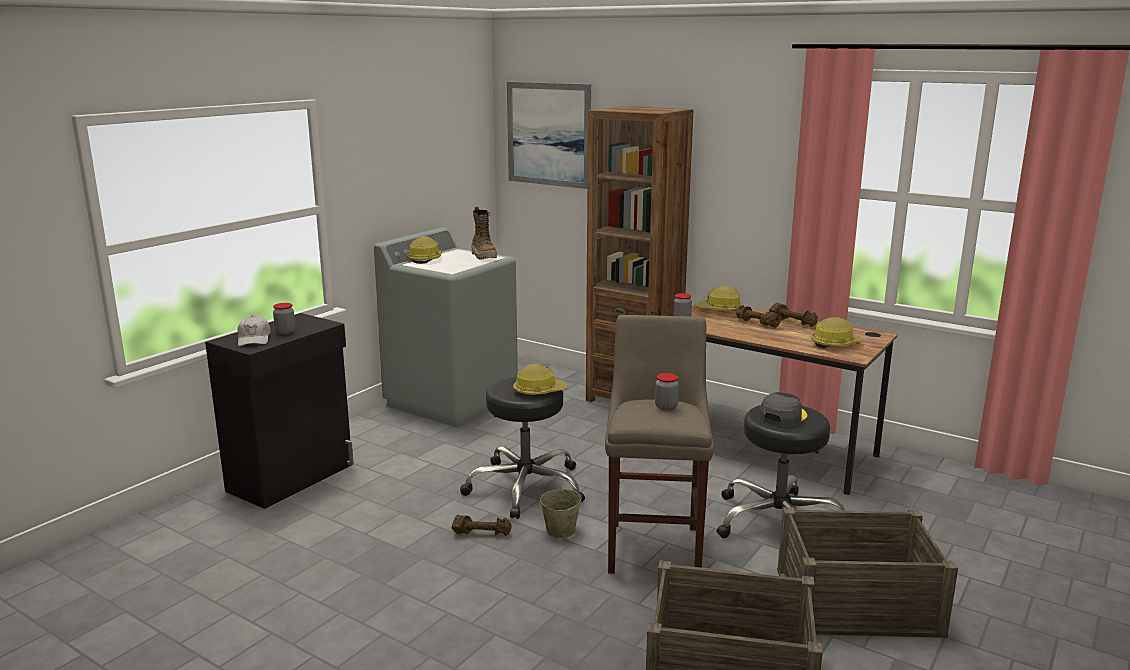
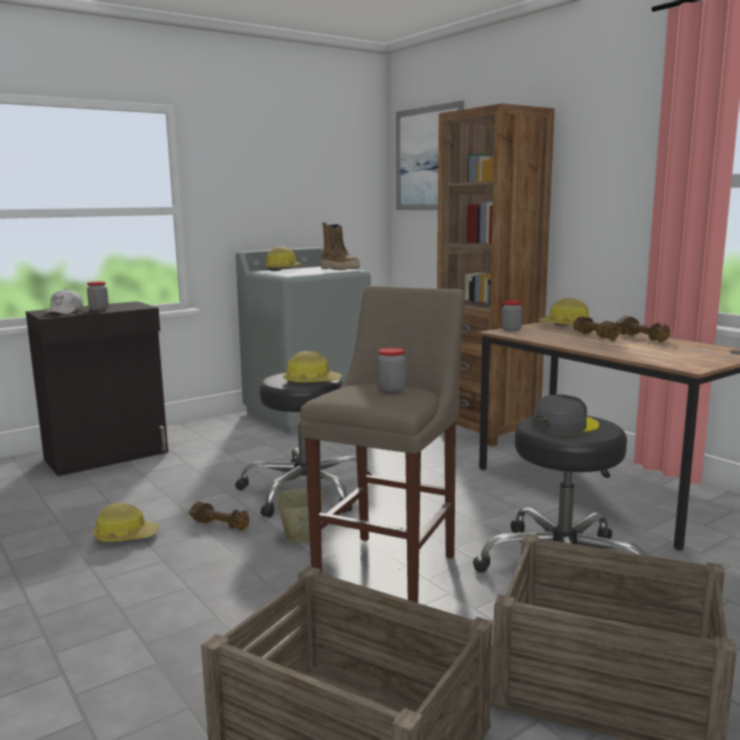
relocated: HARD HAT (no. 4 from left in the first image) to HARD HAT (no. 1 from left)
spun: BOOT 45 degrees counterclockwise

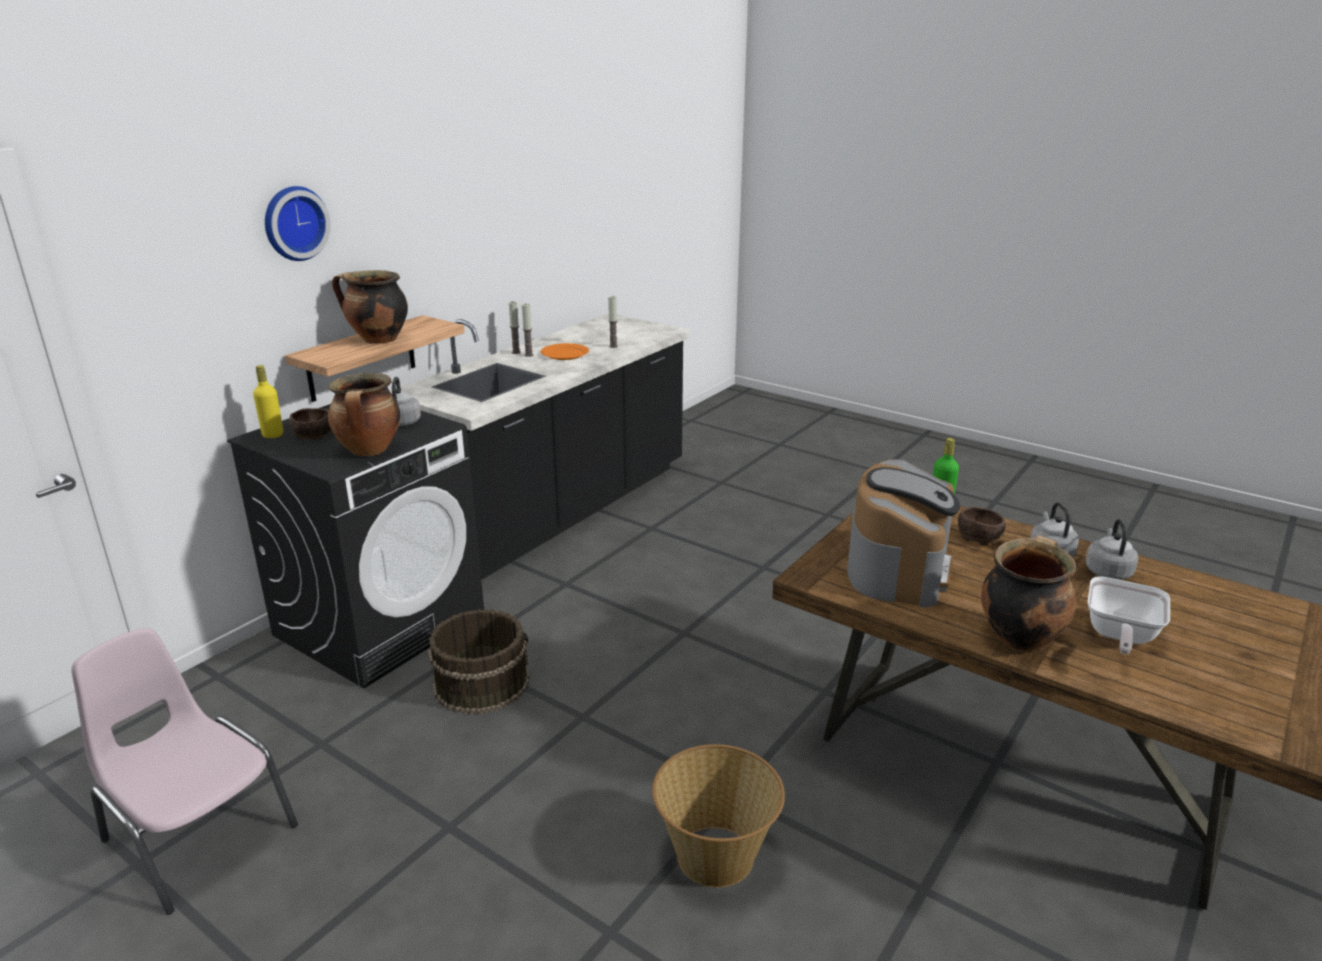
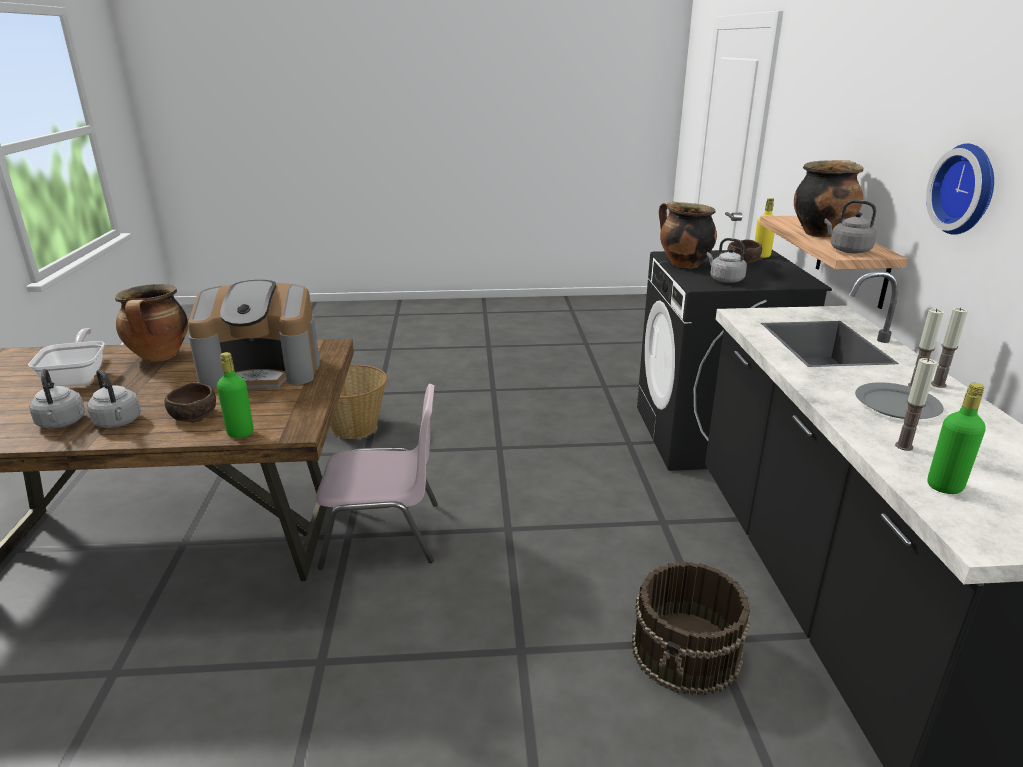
appeared: GREY KETTLE (no. 4 from left); GREEN BOTTLE (no. 2 from left)
relocated: PINK CHAIR; WALL CLOCK; BROWN BUCKET
colour: ORANGE PLATE to GREY PLATE
spun: COFFEE MACHINE 75 degrees counterclockwise

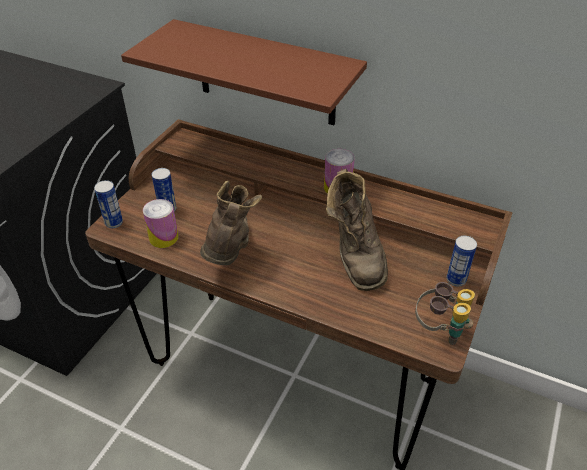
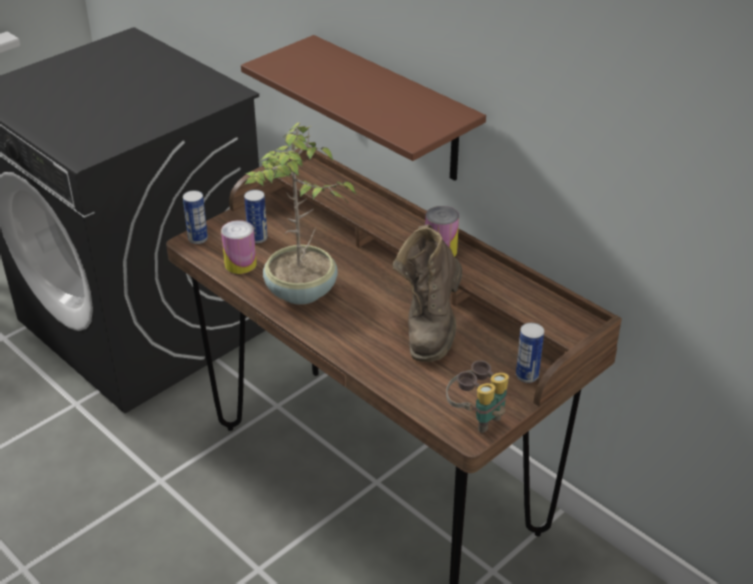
exchanged: BROWN BOOT (no. 1 from left) to POTTED PLANT

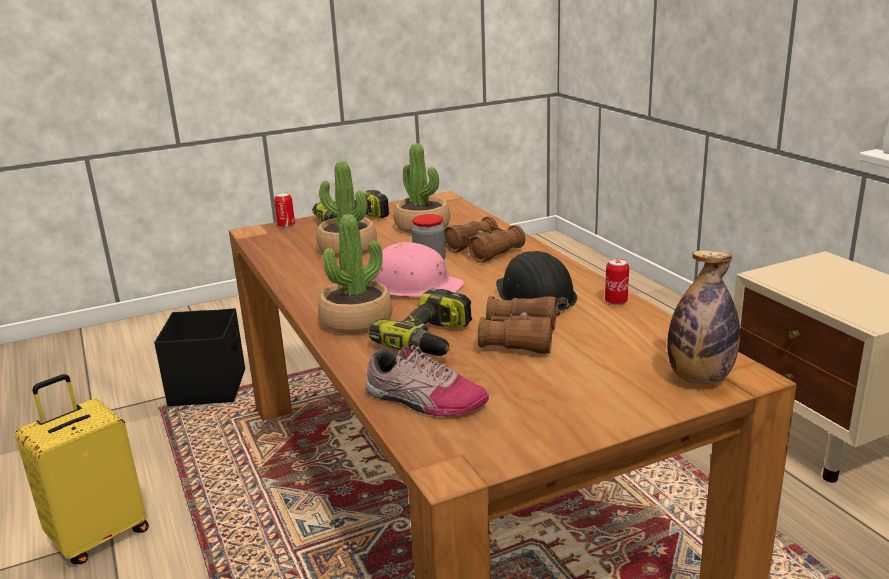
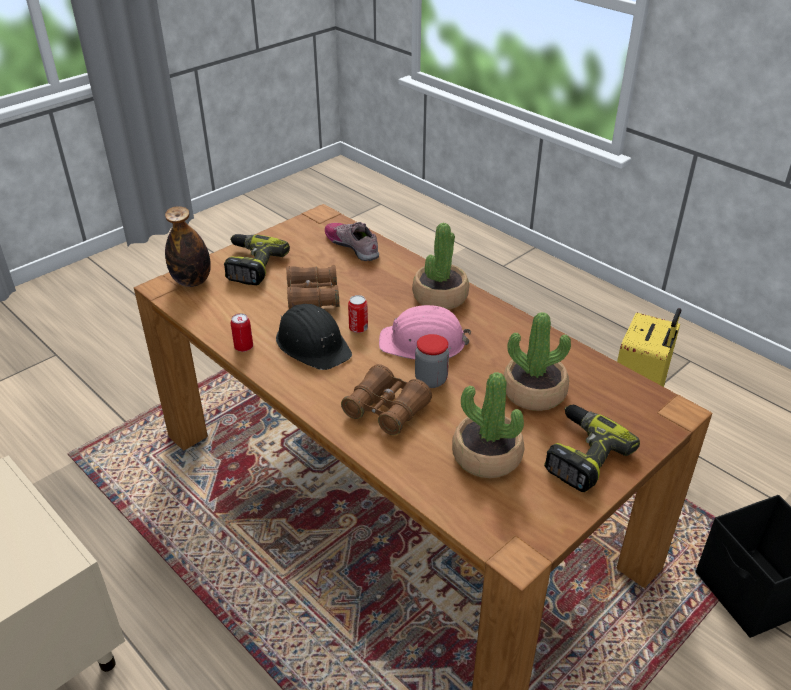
relocated: CAN (no. 1 from left in the first image) to CAN (no. 2 from left); POWER DRILL (no. 2 from left in the first image) to POWER DRILL (no. 1 from left)
spun: SHOE 45 degrees clockwise

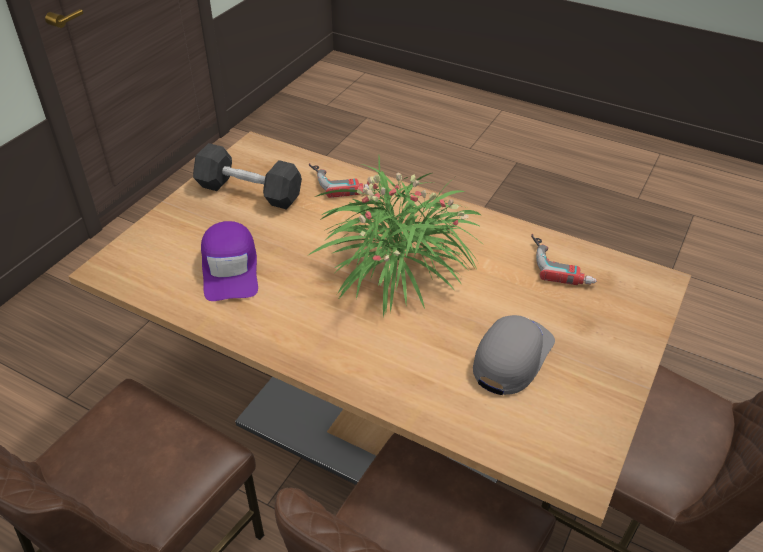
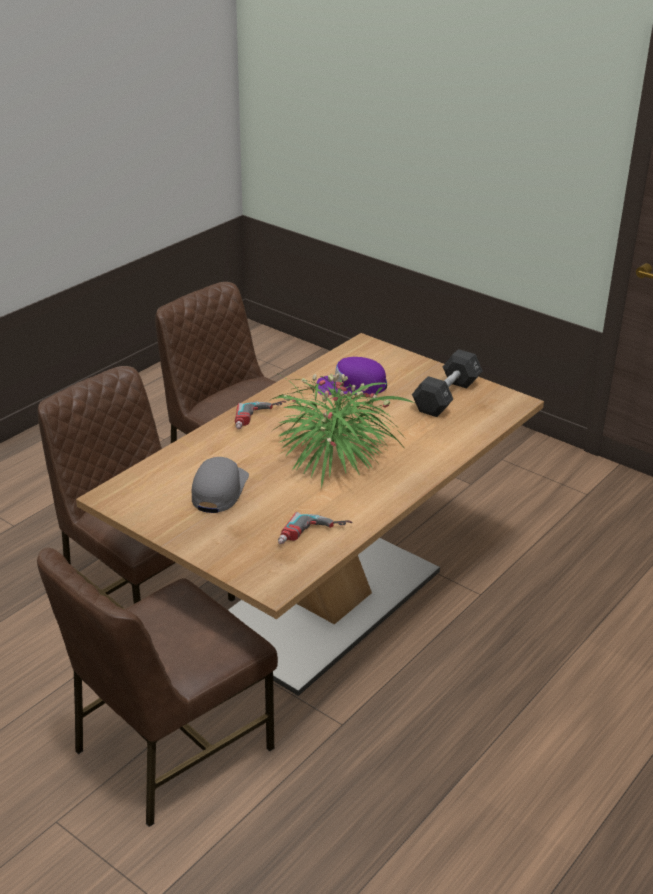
relocated: POWER DRILL (no. 1 from left)
spun: GREY CAP 120 degrees counterclockwise

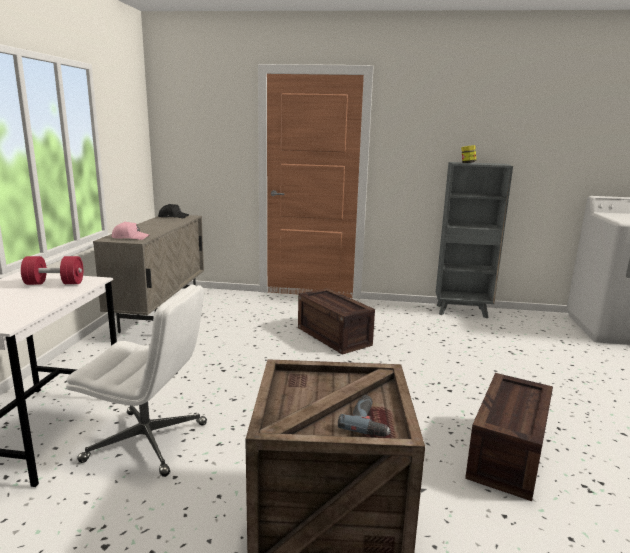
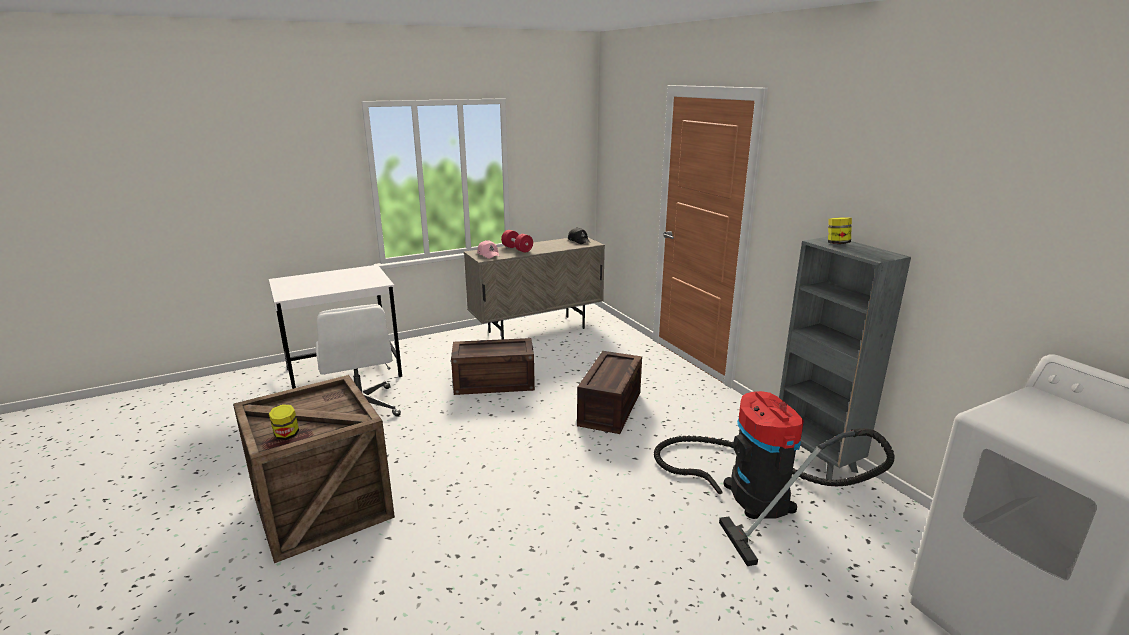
appeared: VACUUM CLEANER
relocated: RED DUMBBELL; CRATE (no. 3 from left in the first image) to CRATE (no. 2 from left)
exchanged: POWER DRILL to JAR (no. 1 from left)

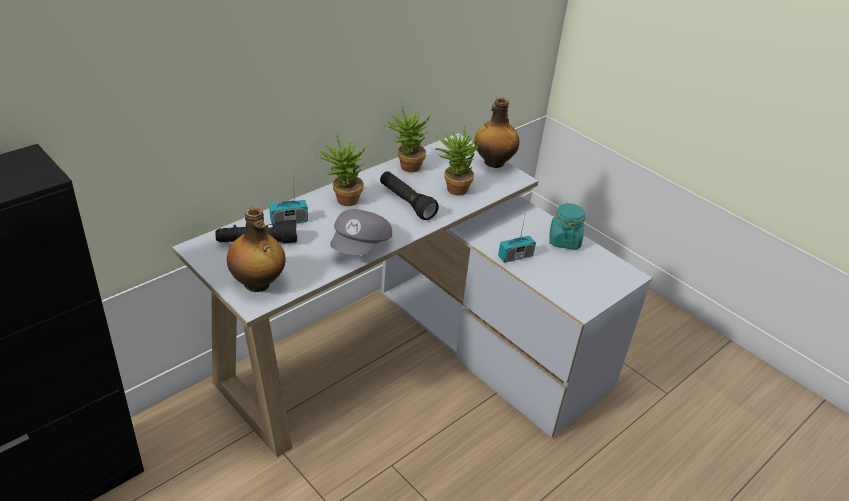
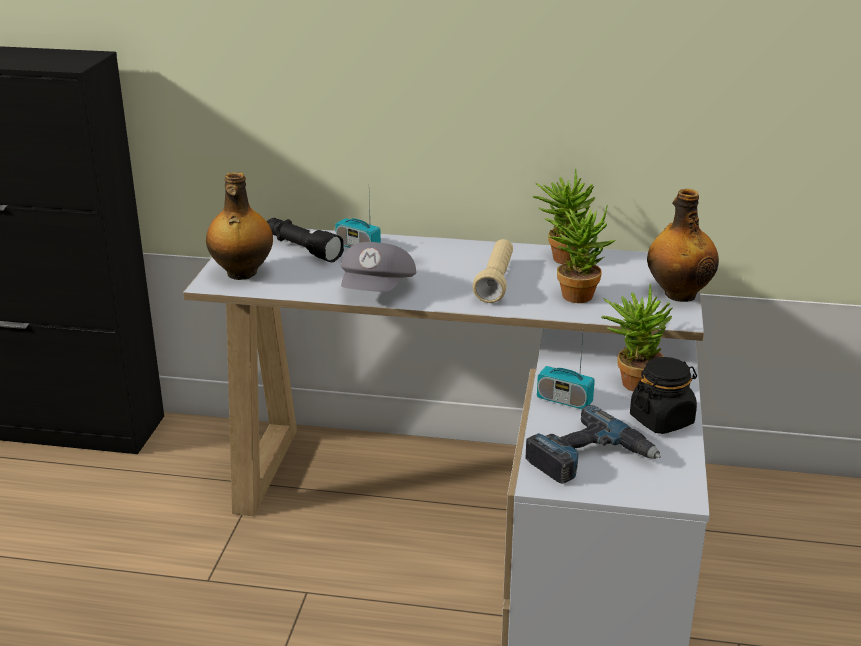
appeared: POWER DRILL
relocated: POTTED PLANT (no. 1 from left in the first image) to POTTED PLANT (no. 3 from left)
colour: BLACK FLASHLIGHT (no. 2 from left) to BEIGE FLASHLIGHT; TURQUOISE JAR to BLACK JAR
spun: GREY CAP 60 degrees counterclockwise

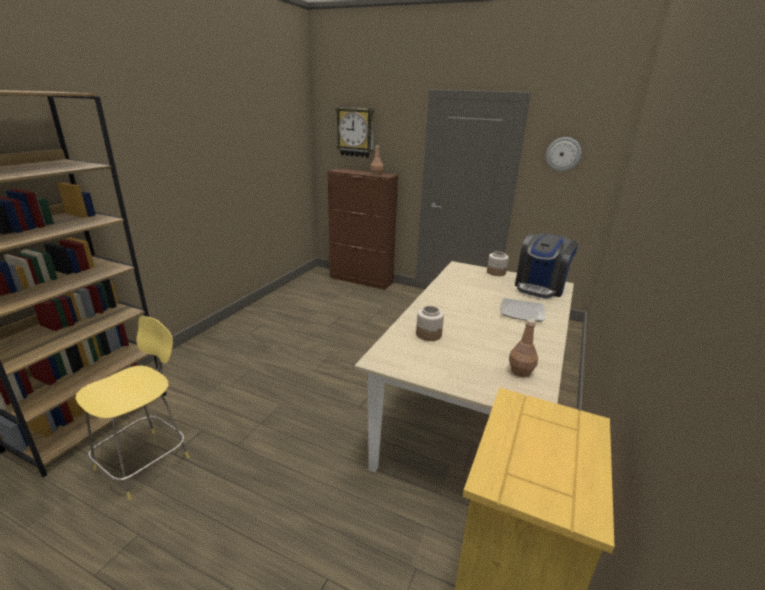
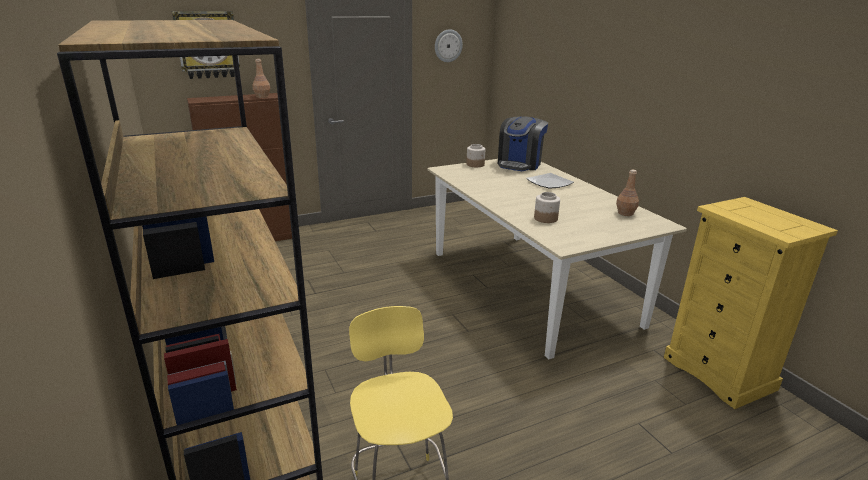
spun: COFFEE MACHINE 45 degrees clockwise

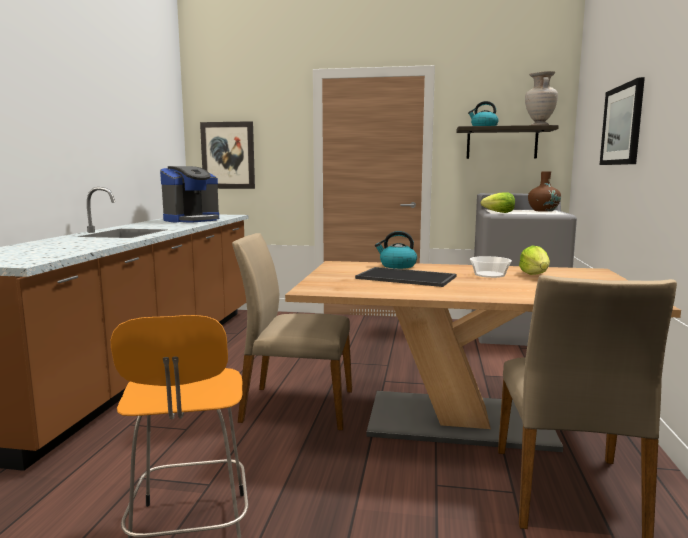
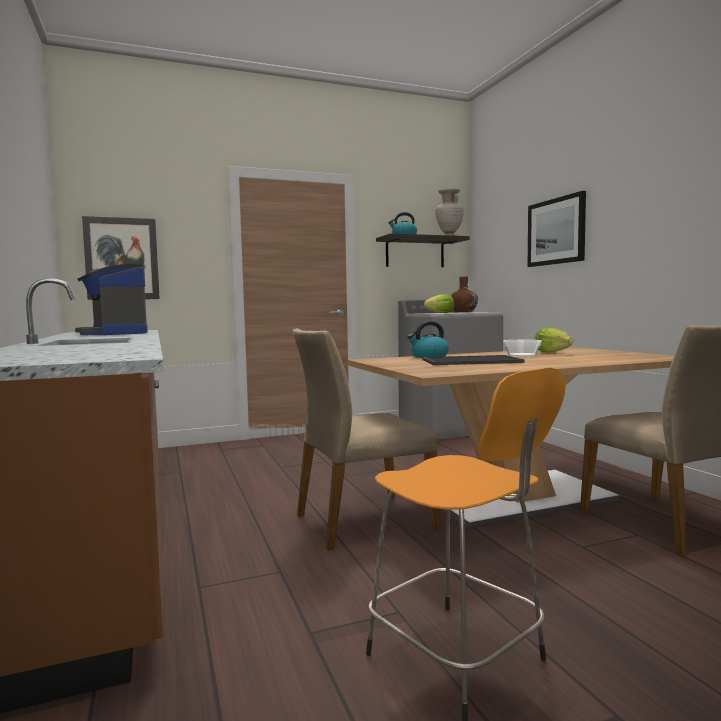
spun: COFFEE MACHINE 135 degrees clockwise

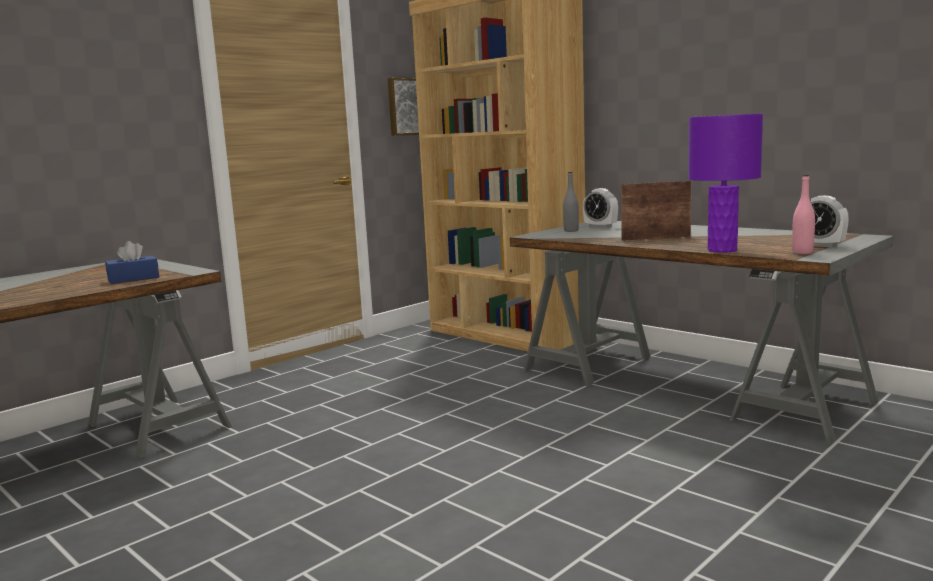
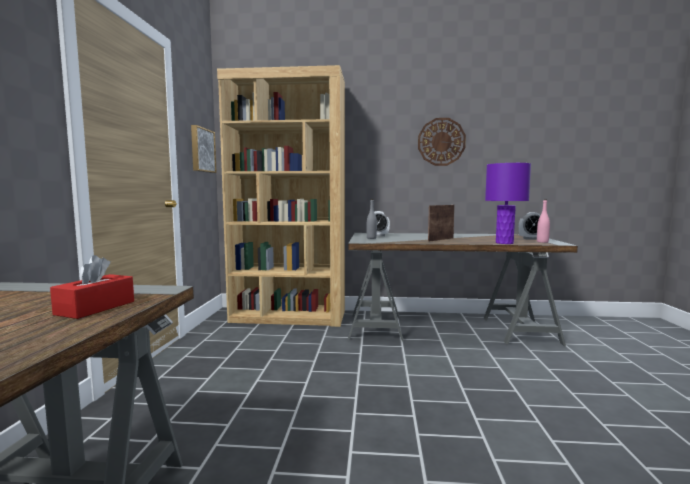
appeared: WALL CLOCK
colour: BLUE TISSUE BOX to RED TISSUE BOX

